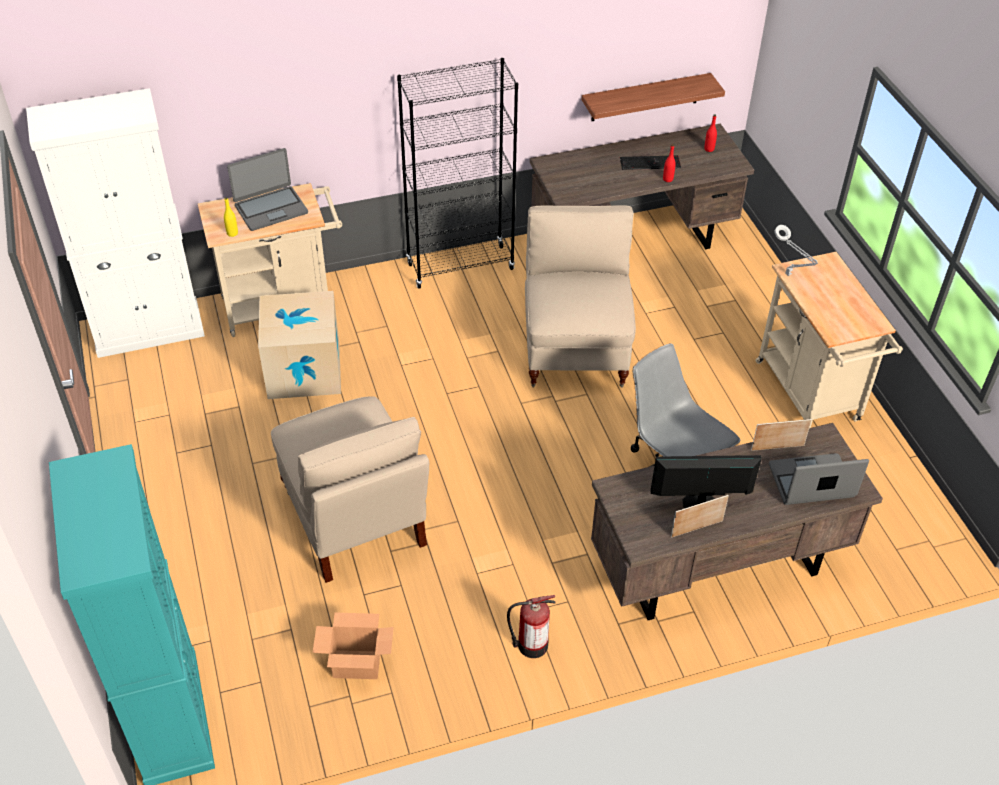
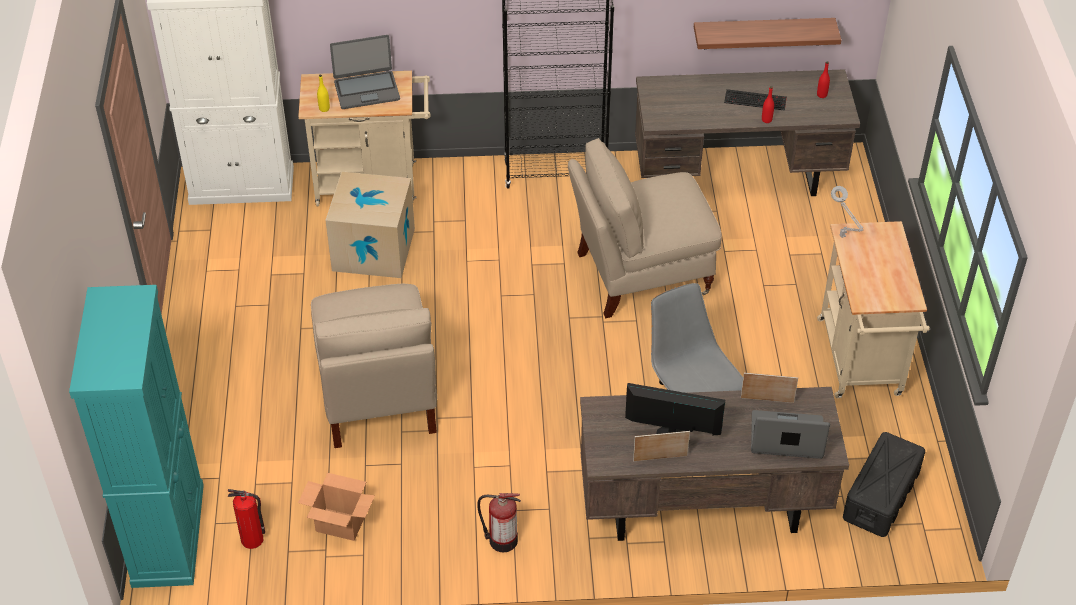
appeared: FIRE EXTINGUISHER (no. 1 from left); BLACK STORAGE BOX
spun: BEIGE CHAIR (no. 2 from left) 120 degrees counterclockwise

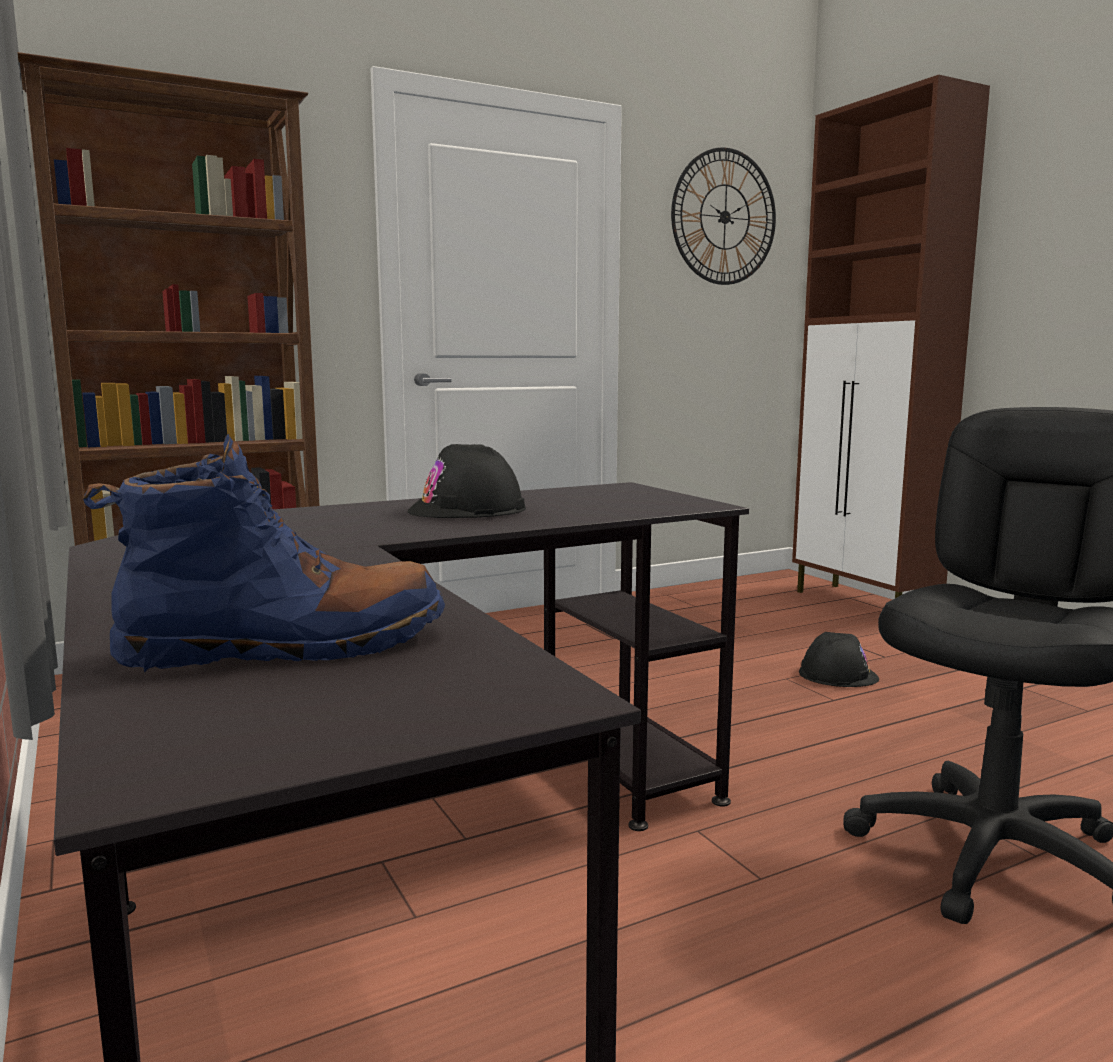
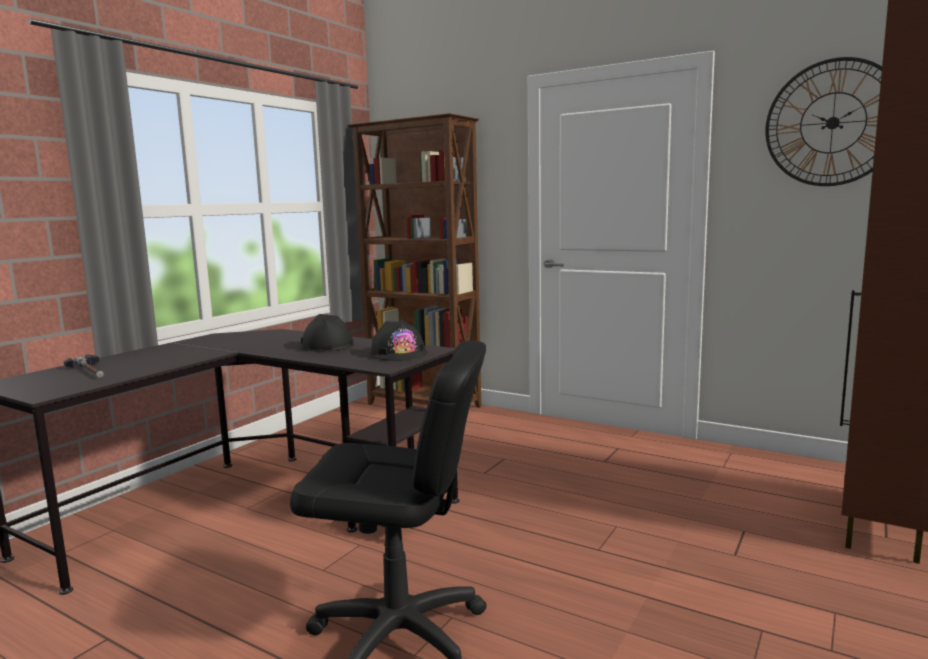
relocated: BLACK HARD HAT (no. 2 from left)
exchanged: BLUE BOOT to HAMMER

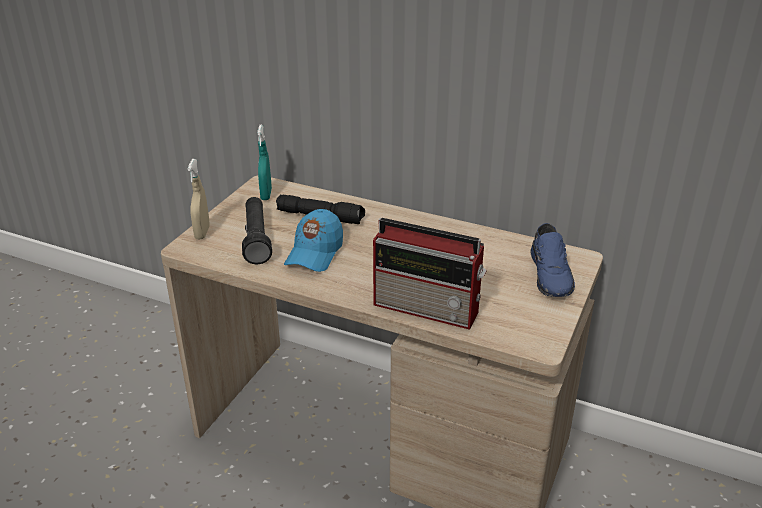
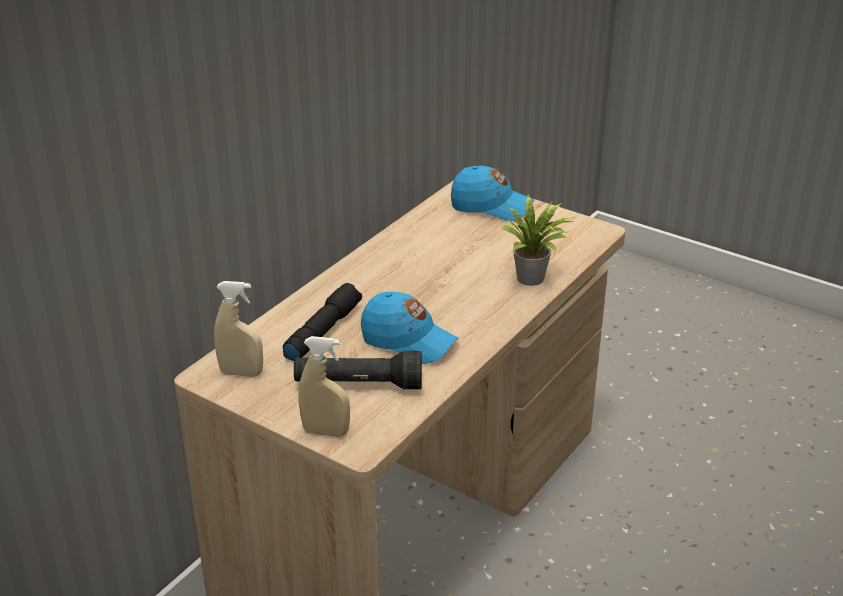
exchanged: RADIO to POTTED PLANT; BLUE SHOE to BLUE CAP (no. 2 from left)
colour: TURQUOISE SPRAY BOTTLE to BEIGE SPRAY BOTTLE (no. 1 from left)

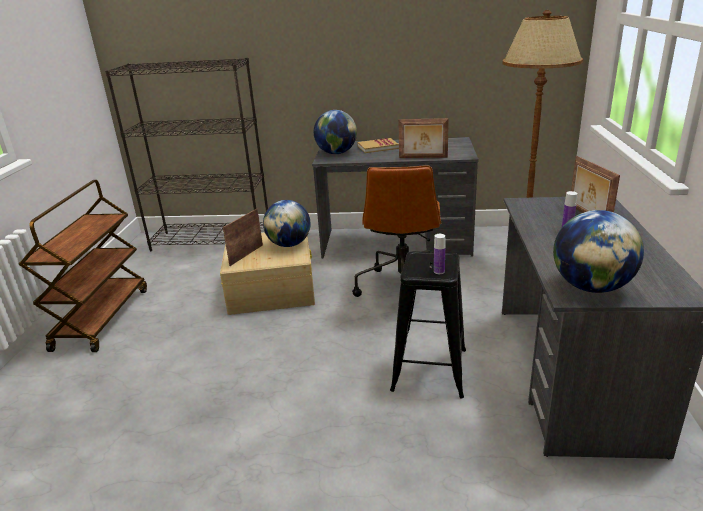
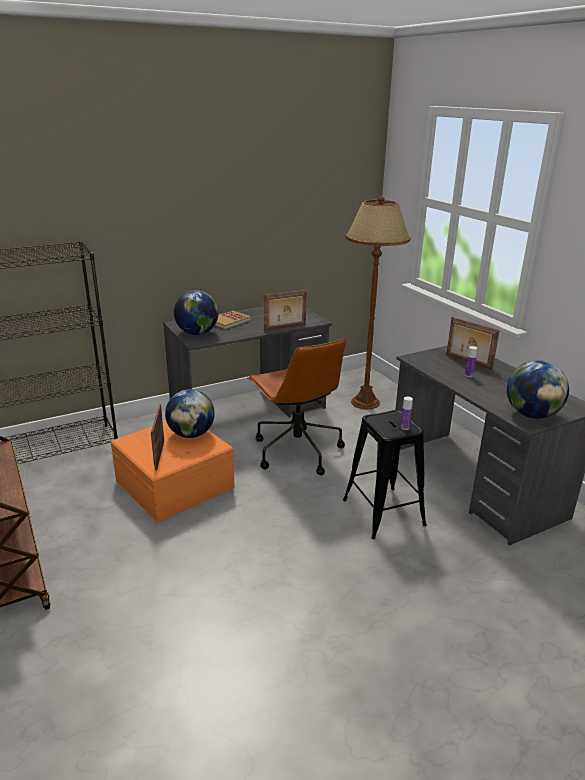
colour: BEIGE STORAGE BOX to ORANGE STORAGE BOX

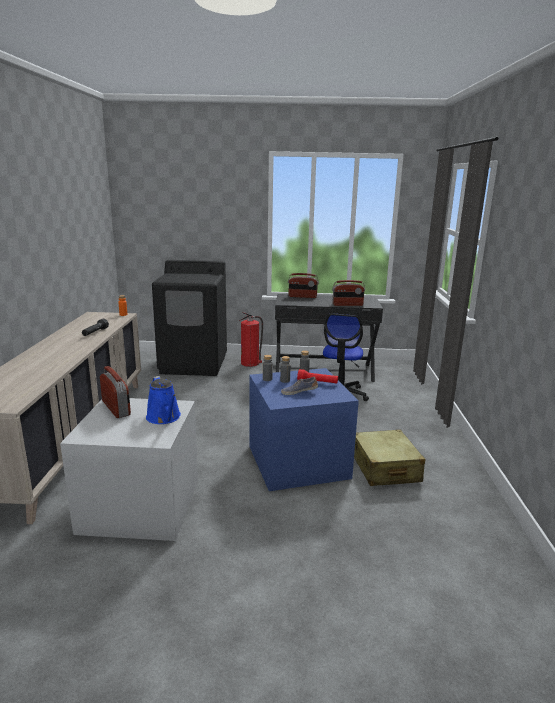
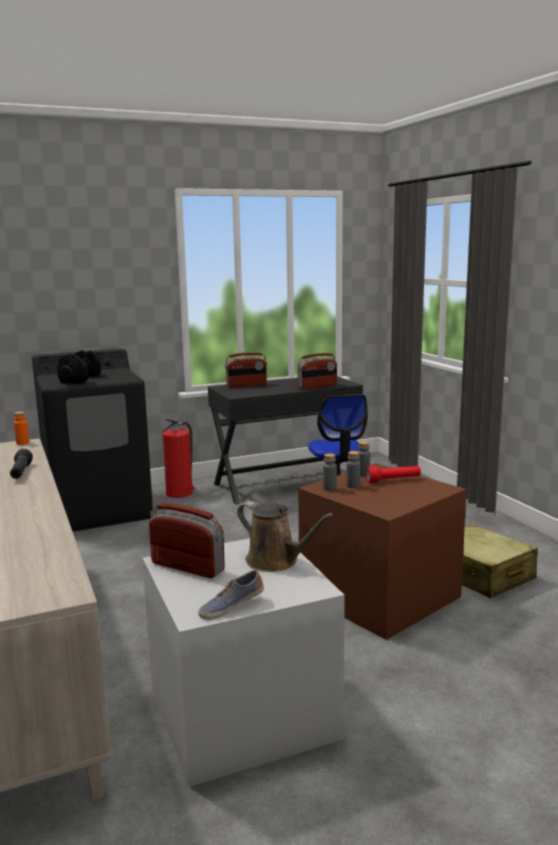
appeared: BLACK DUMBBELL
relocated: SHOE
colour: BLUE WATERING CAN to BROWN WATERING CAN; BLUE STORAGE BOX to BROWN STORAGE BOX

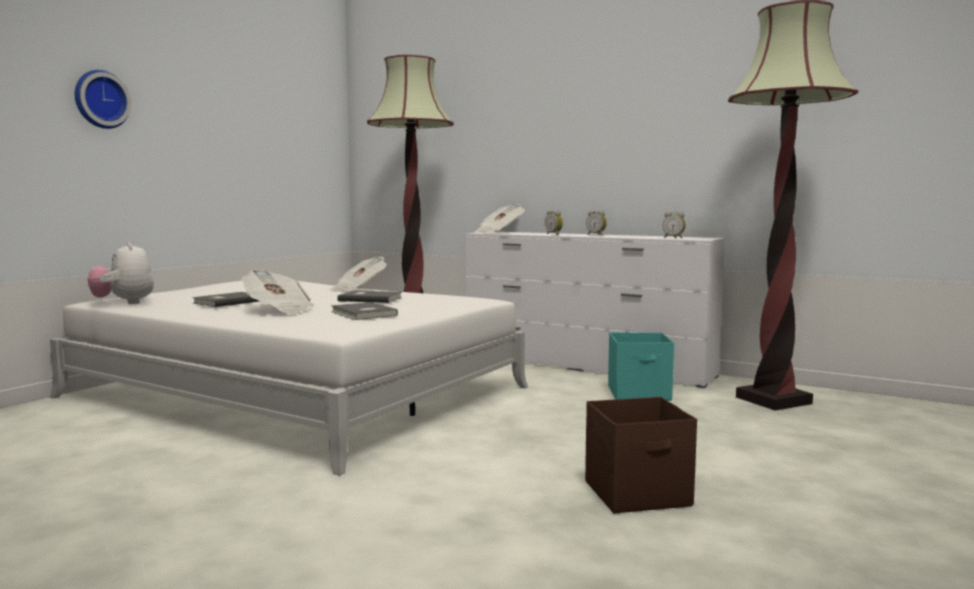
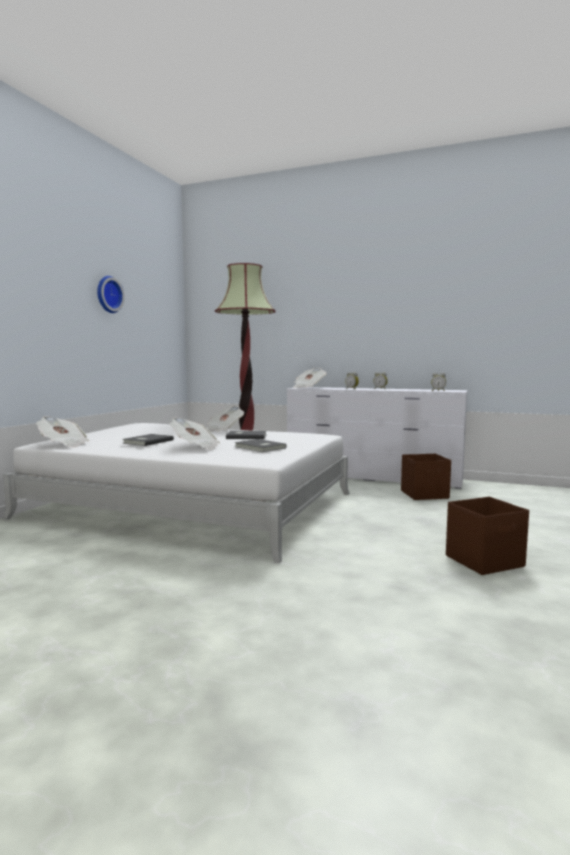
missing: FLOOR LAMP (no. 2 from left)
relocated: WALL CLOCK
exchanged: PLUSH TOY to NEWSPAPER (no. 1 from left)
colour: TURQUOISE STORAGE BOX to BROWN STORAGE BOX (no. 1 from left)

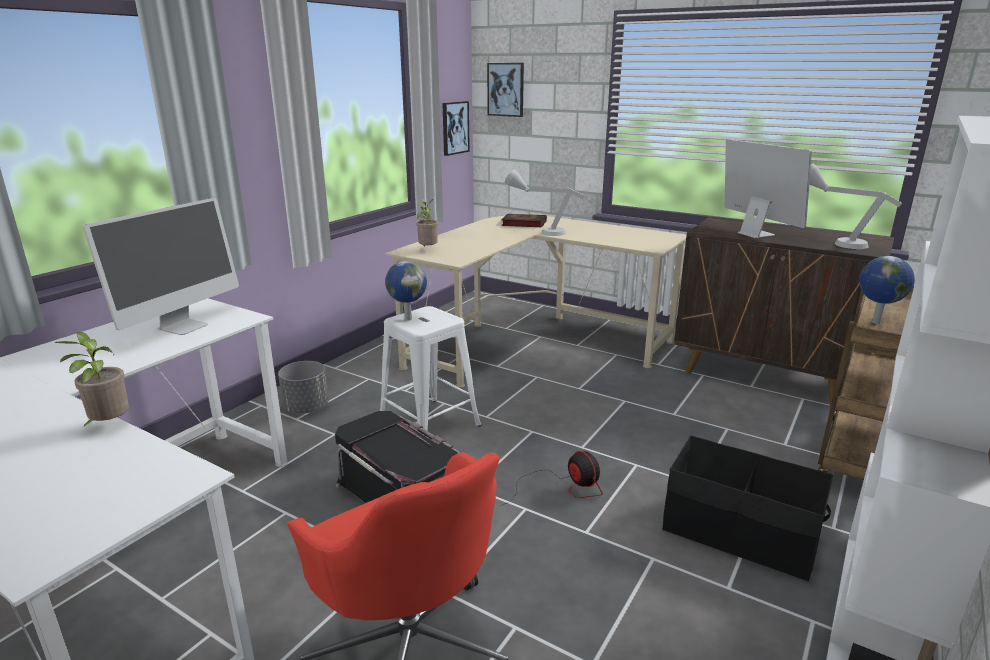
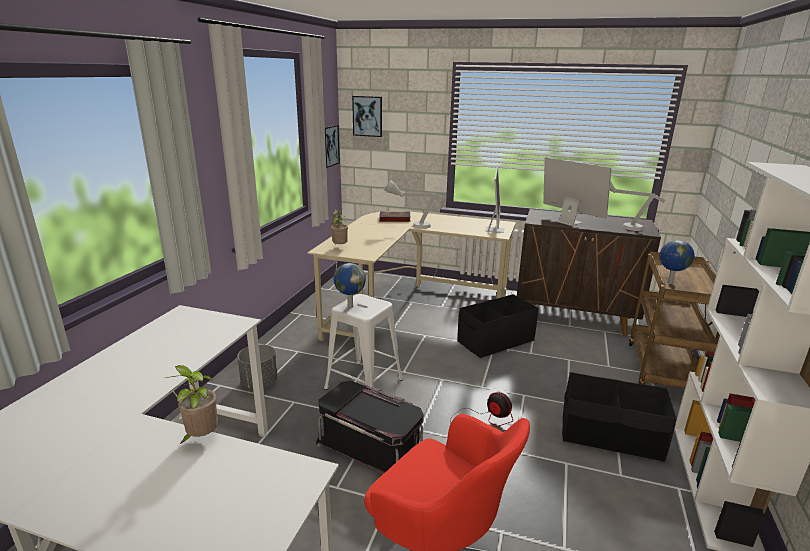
appeared: BLACK STORAGE BOX (no. 2 from left)
relocated: MONITOR (no. 1 from left)

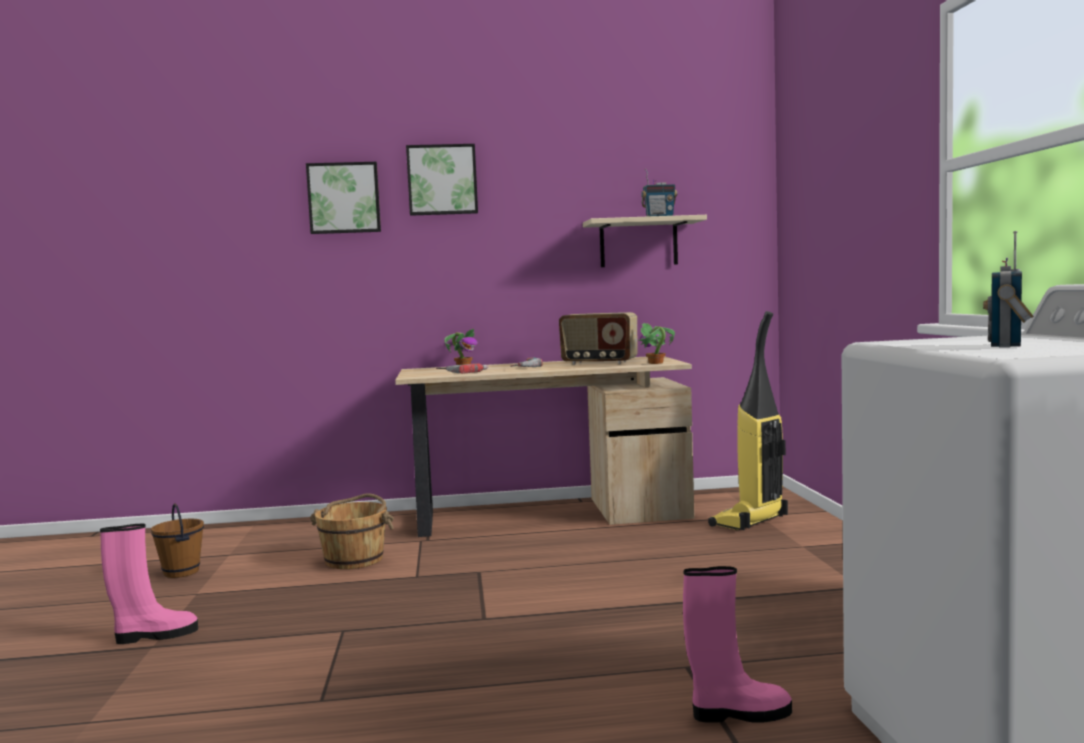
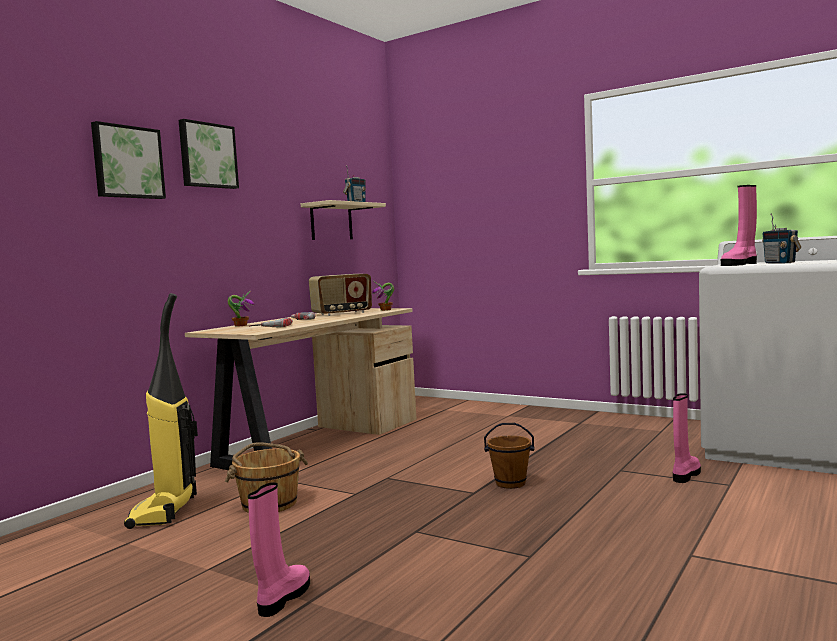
appeared: PINK BOOT (no. 3 from left)
relocated: BROWN BUCKET (no. 1 from left in the first image) to BROWN BUCKET (no. 2 from left); VACUUM CLEANER

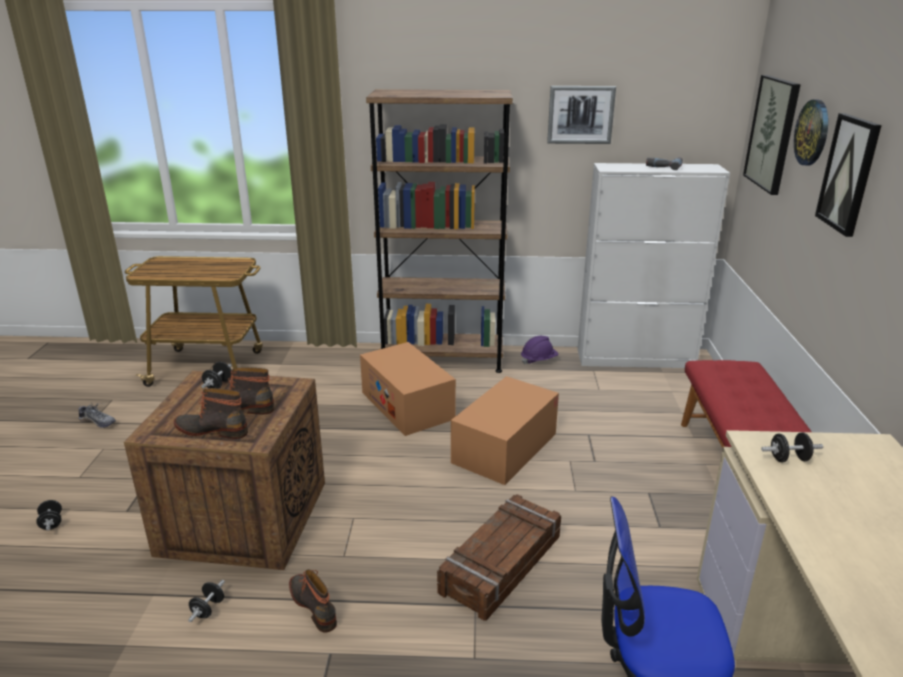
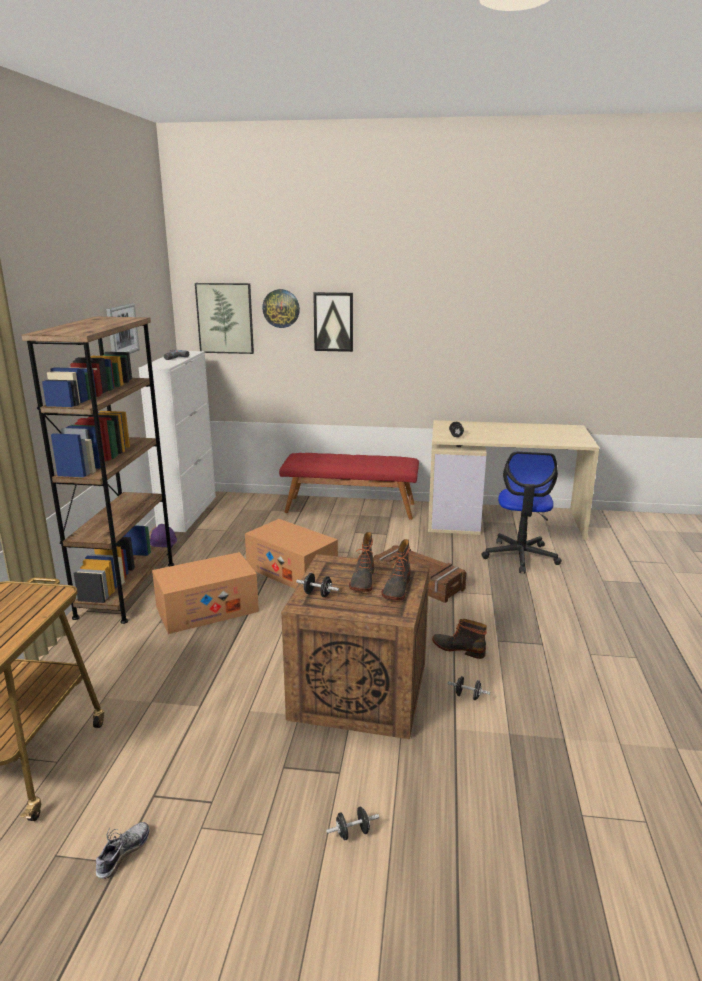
spun: BOOT (no. 3 from left) 60 degrees clockwise

